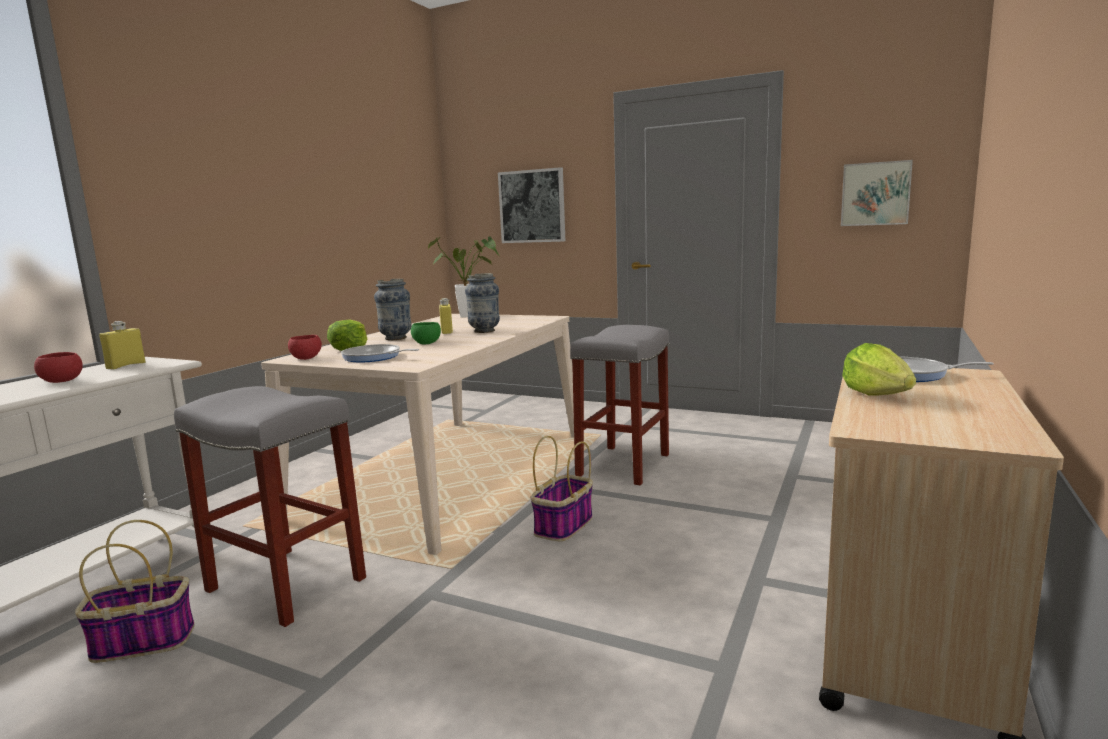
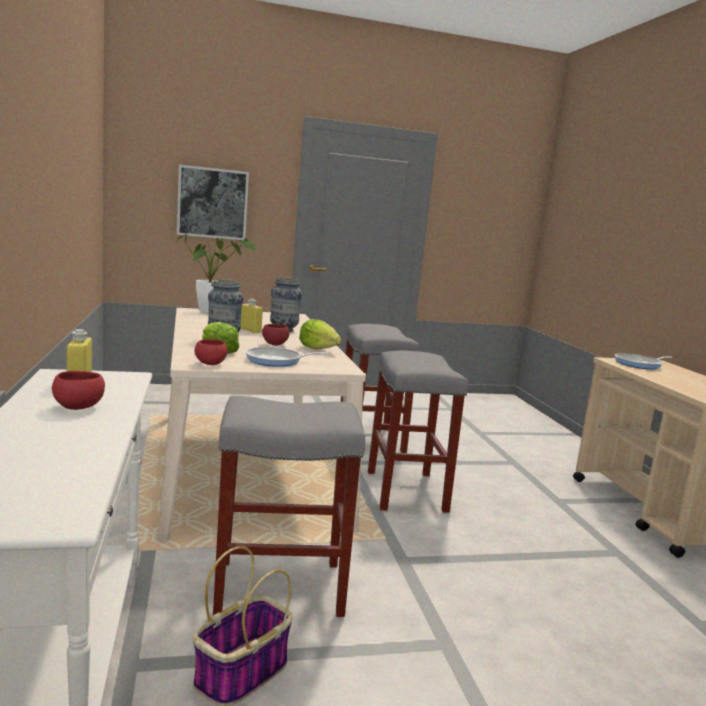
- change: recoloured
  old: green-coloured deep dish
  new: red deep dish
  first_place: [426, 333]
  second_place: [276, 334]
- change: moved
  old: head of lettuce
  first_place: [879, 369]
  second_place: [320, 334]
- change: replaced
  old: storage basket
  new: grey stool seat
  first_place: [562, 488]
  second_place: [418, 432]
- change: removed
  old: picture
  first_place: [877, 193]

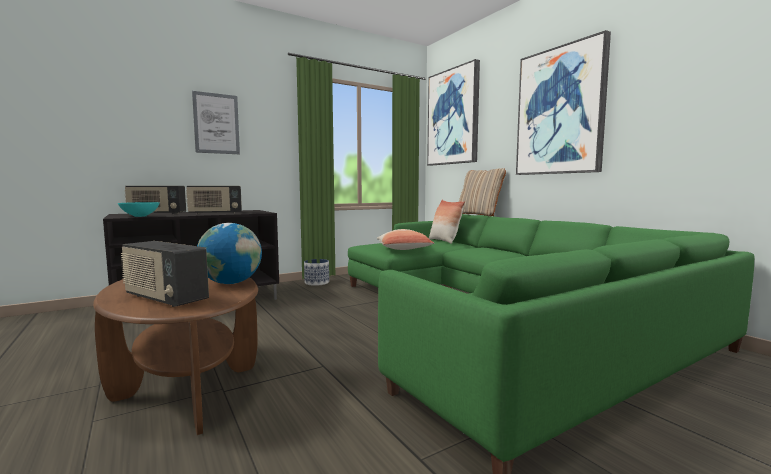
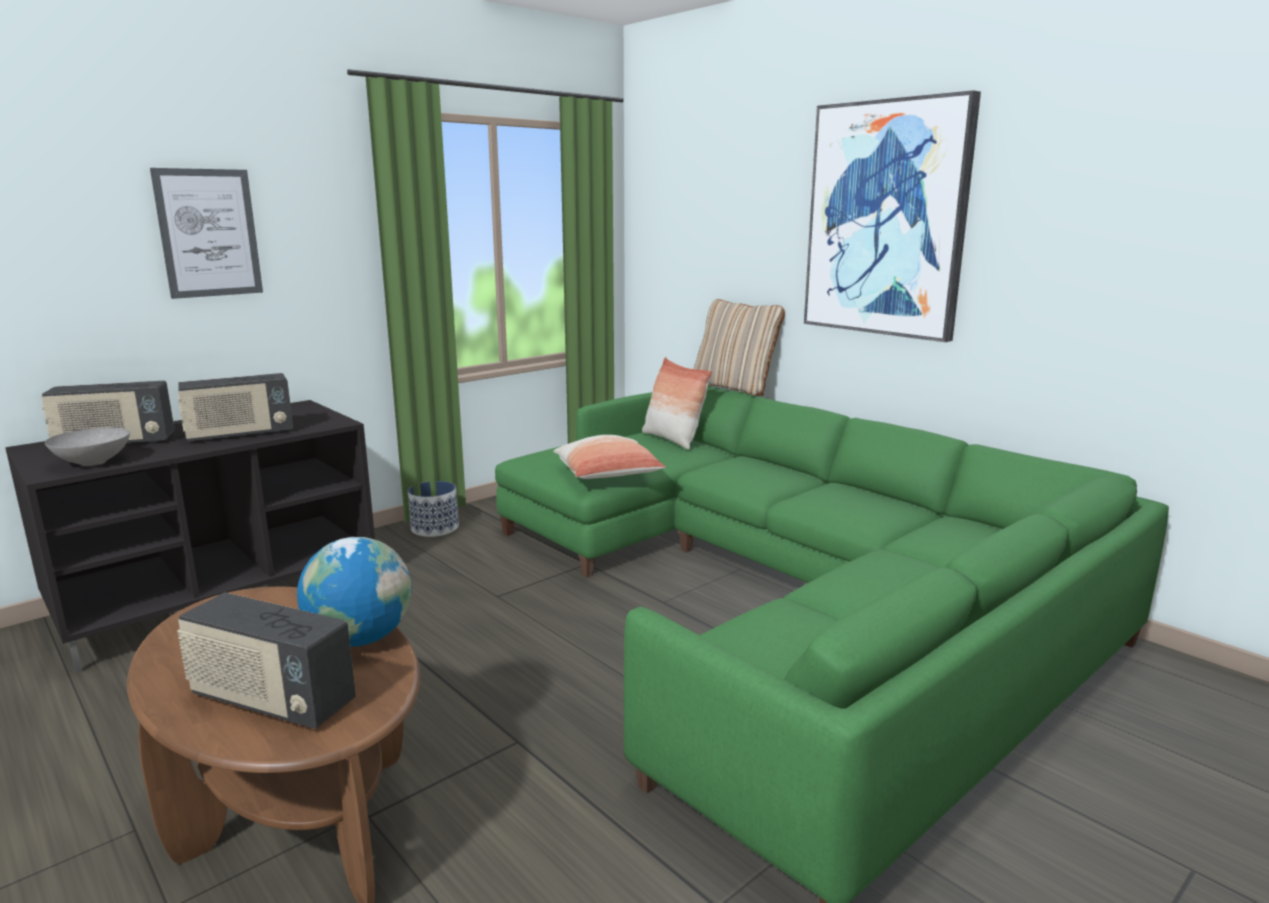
- change: recoloured
  old: turquoise-coloured deep dish
  new: grey deep dish
  first_place: [139, 209]
  second_place: [87, 446]
- change: removed
  old: picture
  first_place: [453, 112]

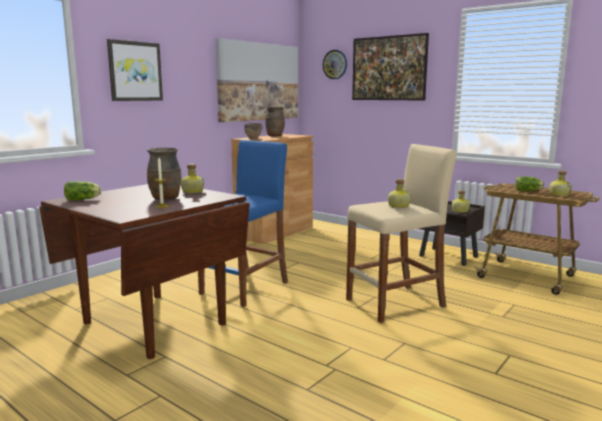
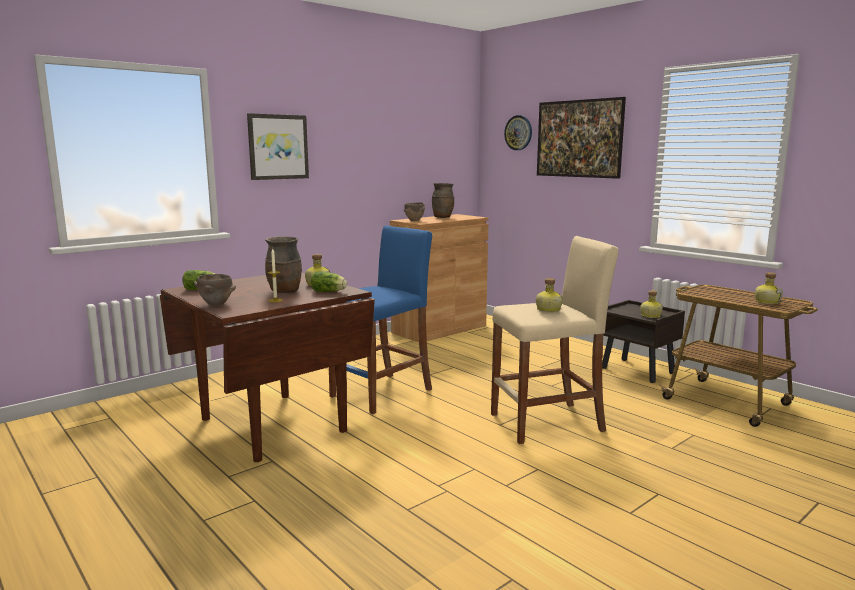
- change: added
  new: brown deep dish
  second_place: [215, 290]
- change: moved
  old: head of lettuce
  first_place: [529, 183]
  second_place: [329, 281]
- change: removed
  old: picture
  first_place: [257, 80]

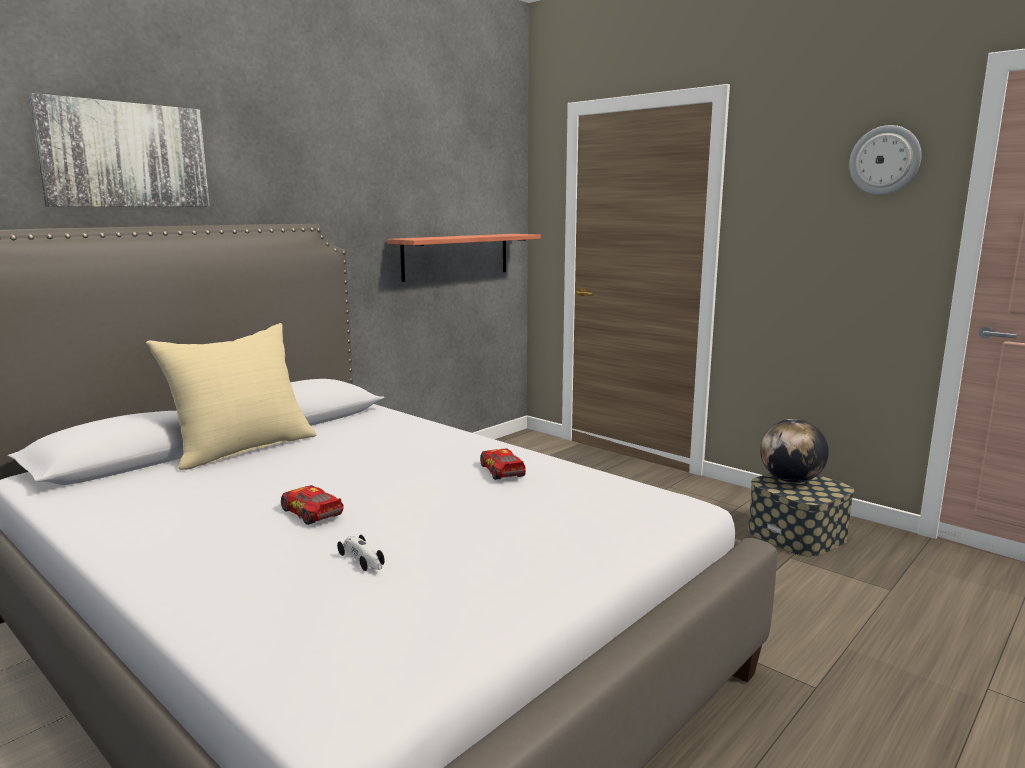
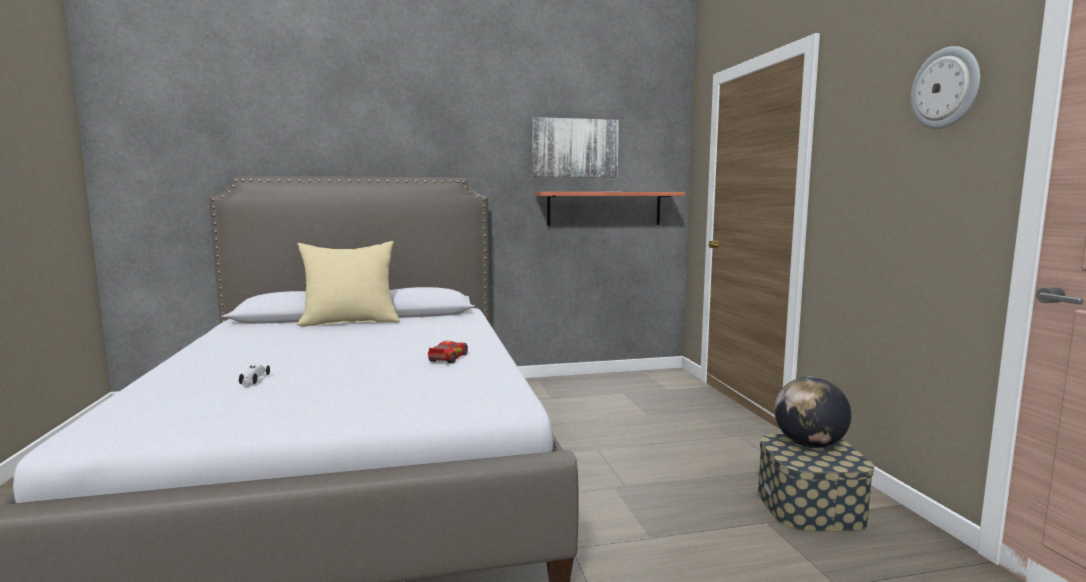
- change: moved
  old: picture
  first_place: [119, 150]
  second_place: [575, 147]
- change: removed
  old: model car
  first_place: [312, 505]

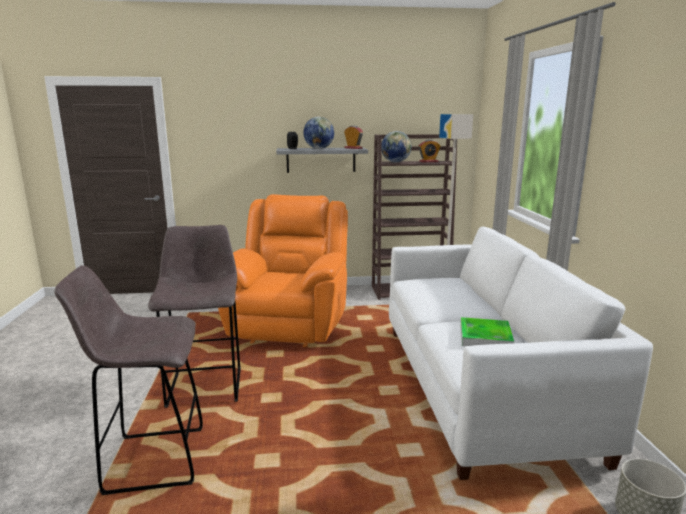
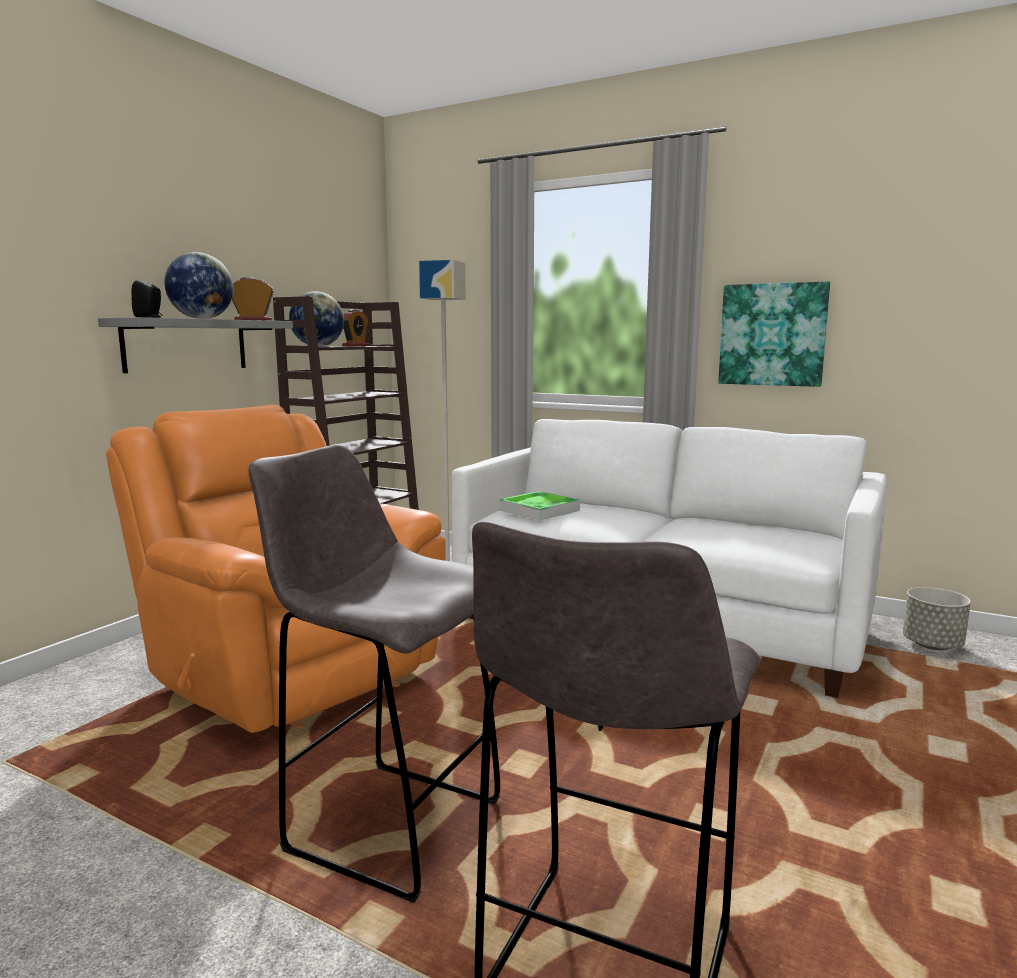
- change: moved
  old: carrying tray
  first_place: [487, 331]
  second_place: [539, 505]
- change: added
  new: picture
  second_place: [774, 334]

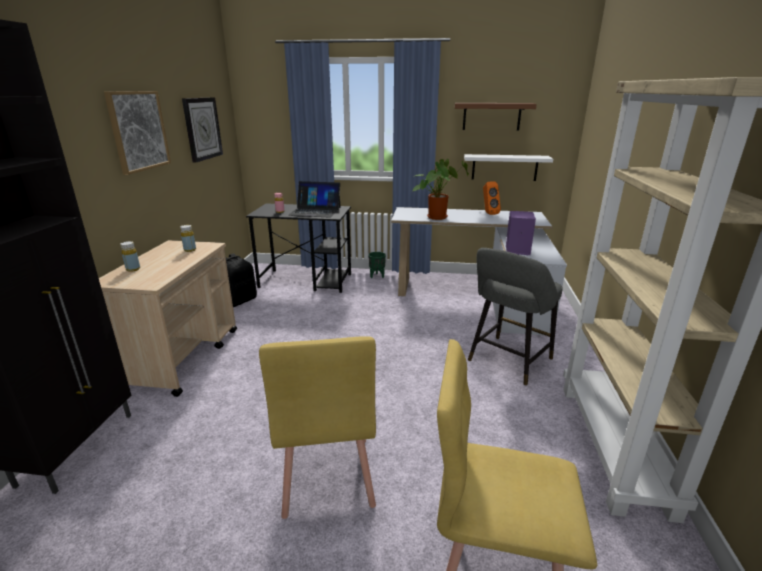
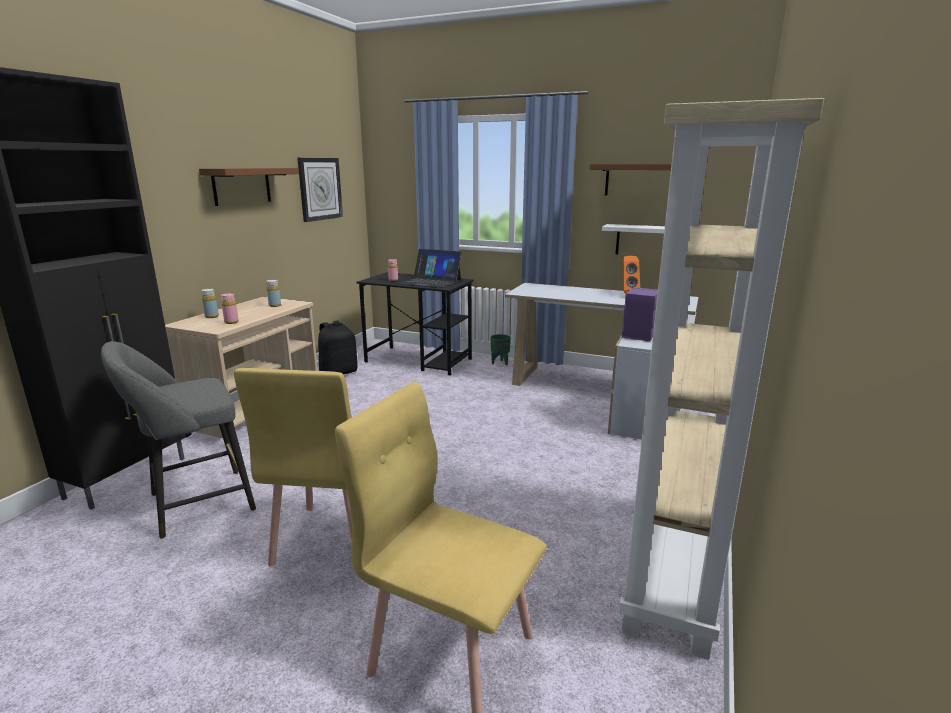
- change: moved
  old: grey stool seat
  first_place: [515, 317]
  second_place: [178, 440]
- change: replaced
  old: picture
  new: brown shelf
  first_place: [137, 133]
  second_place: [249, 187]
- change: added
  new: pinkish beverage bottle
  second_place: [230, 308]
- change: removed
  old: plant in a pot
  first_place: [441, 189]

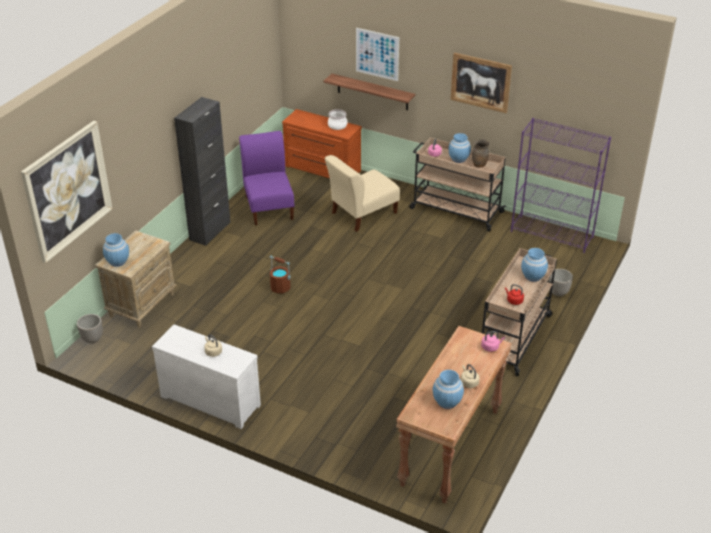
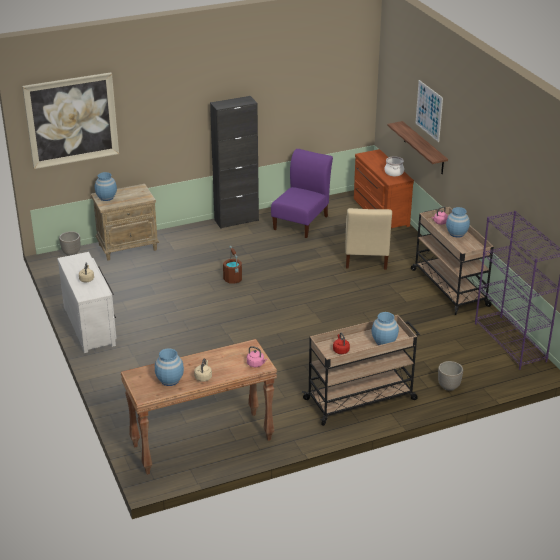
- change: turned
  old: sand-coloured plain chair
  first_place: [362, 193]
  second_place: [368, 239]
  degrees: -90
- change: removed
  old: picture
  first_place: [481, 83]
- change: removed
  old: brown decorative vase
  first_place: [481, 154]

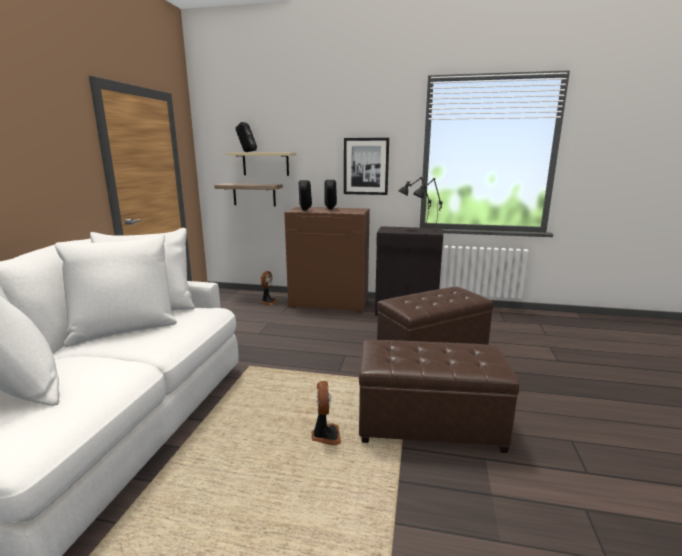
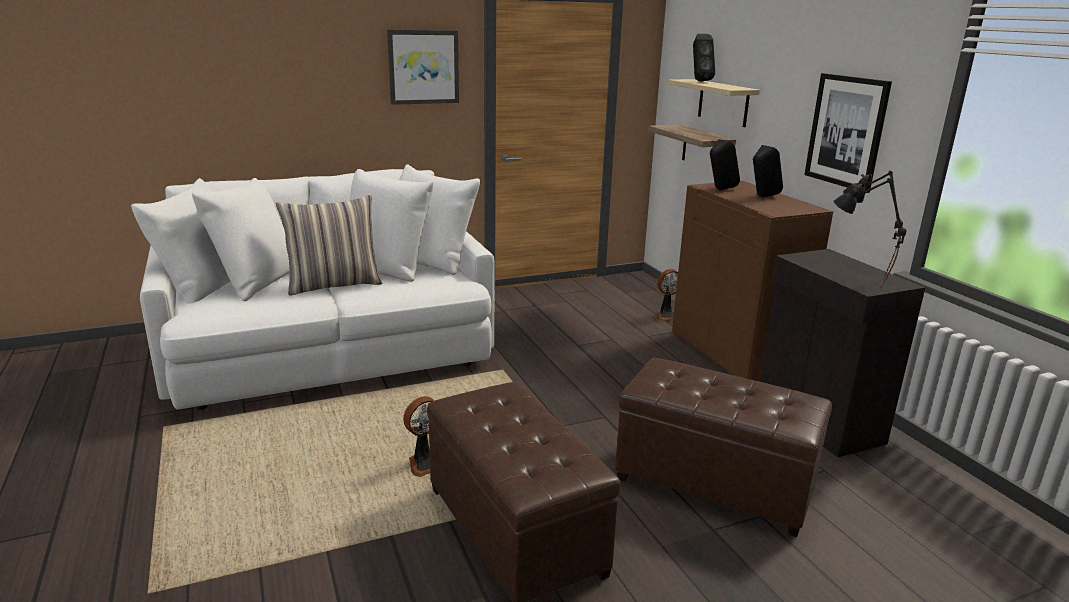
- change: added
  new: throw pillow
  second_place: [329, 245]
- change: added
  new: picture
  second_place: [423, 67]

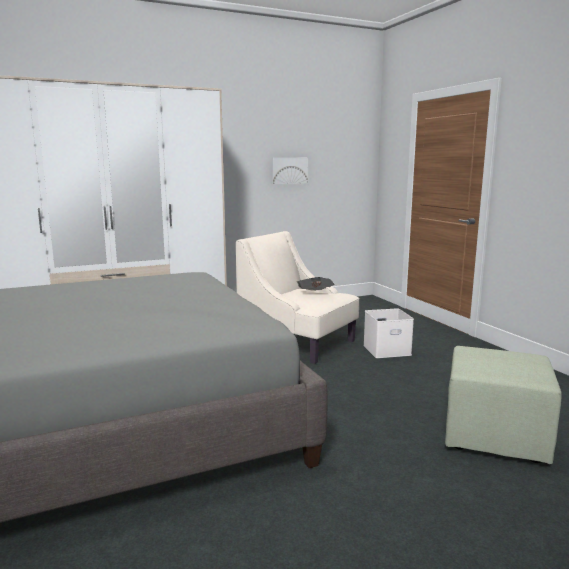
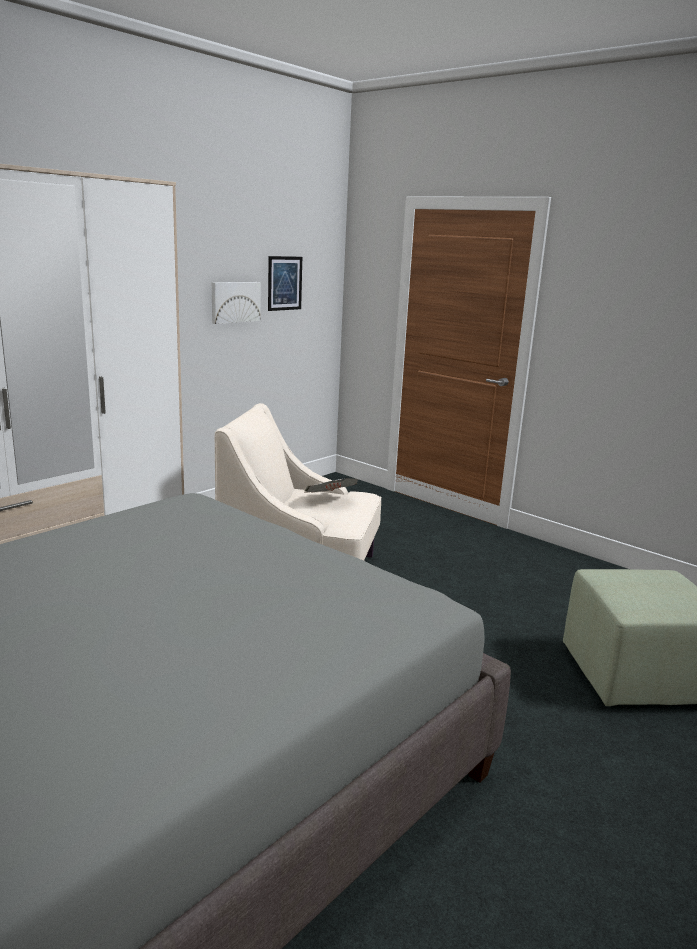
- change: added
  new: picture
  second_place: [285, 283]
- change: removed
  old: white storage container
  first_place: [388, 333]

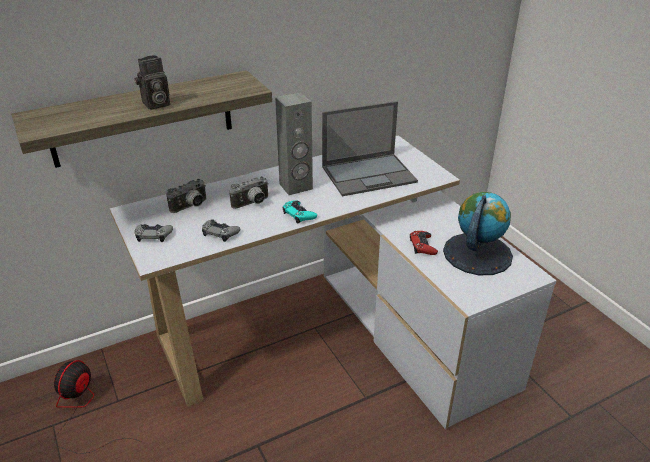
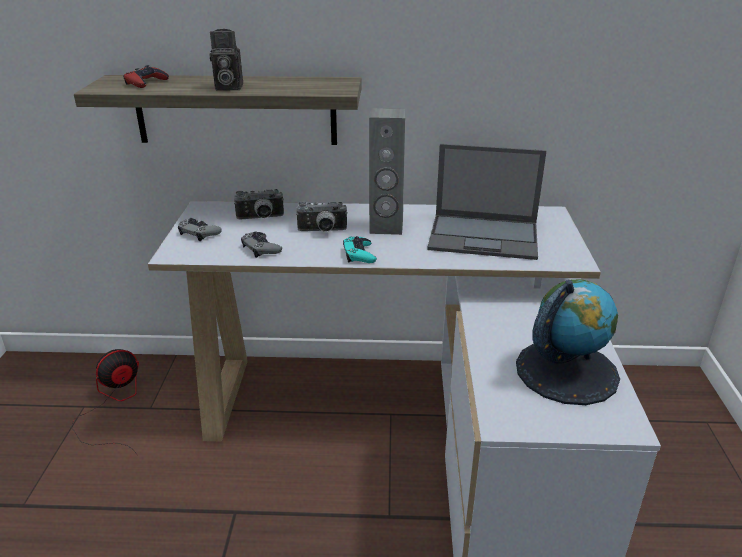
- change: moved
  old: red joypad
  first_place: [424, 243]
  second_place: [146, 76]

